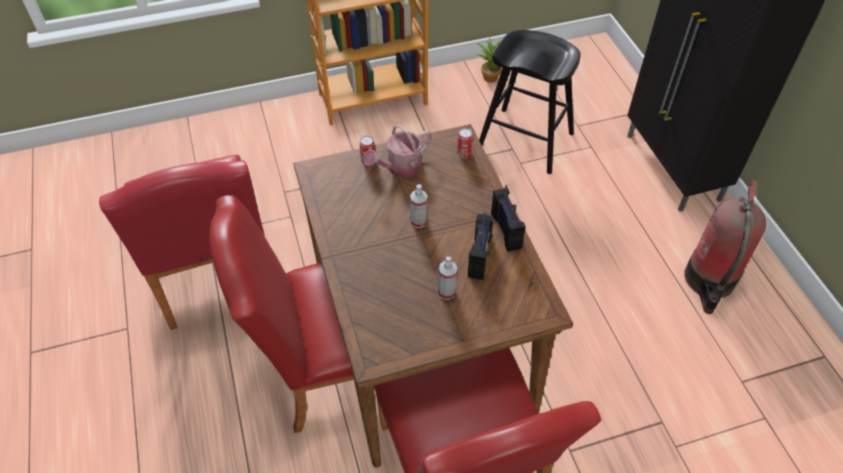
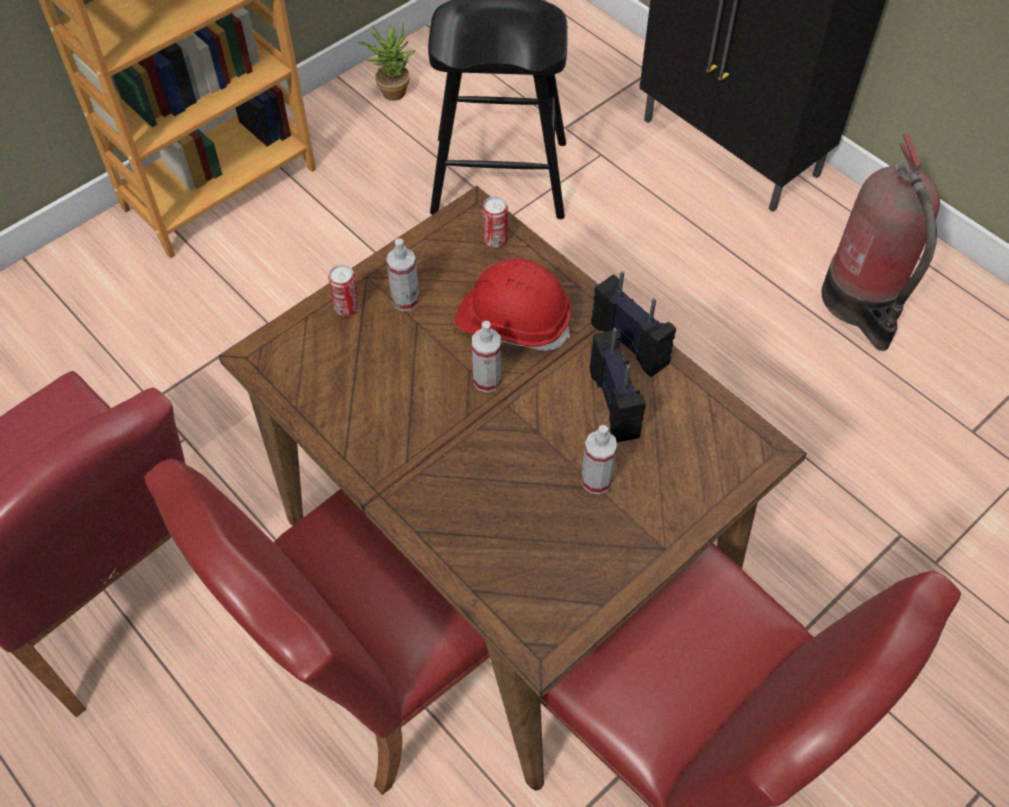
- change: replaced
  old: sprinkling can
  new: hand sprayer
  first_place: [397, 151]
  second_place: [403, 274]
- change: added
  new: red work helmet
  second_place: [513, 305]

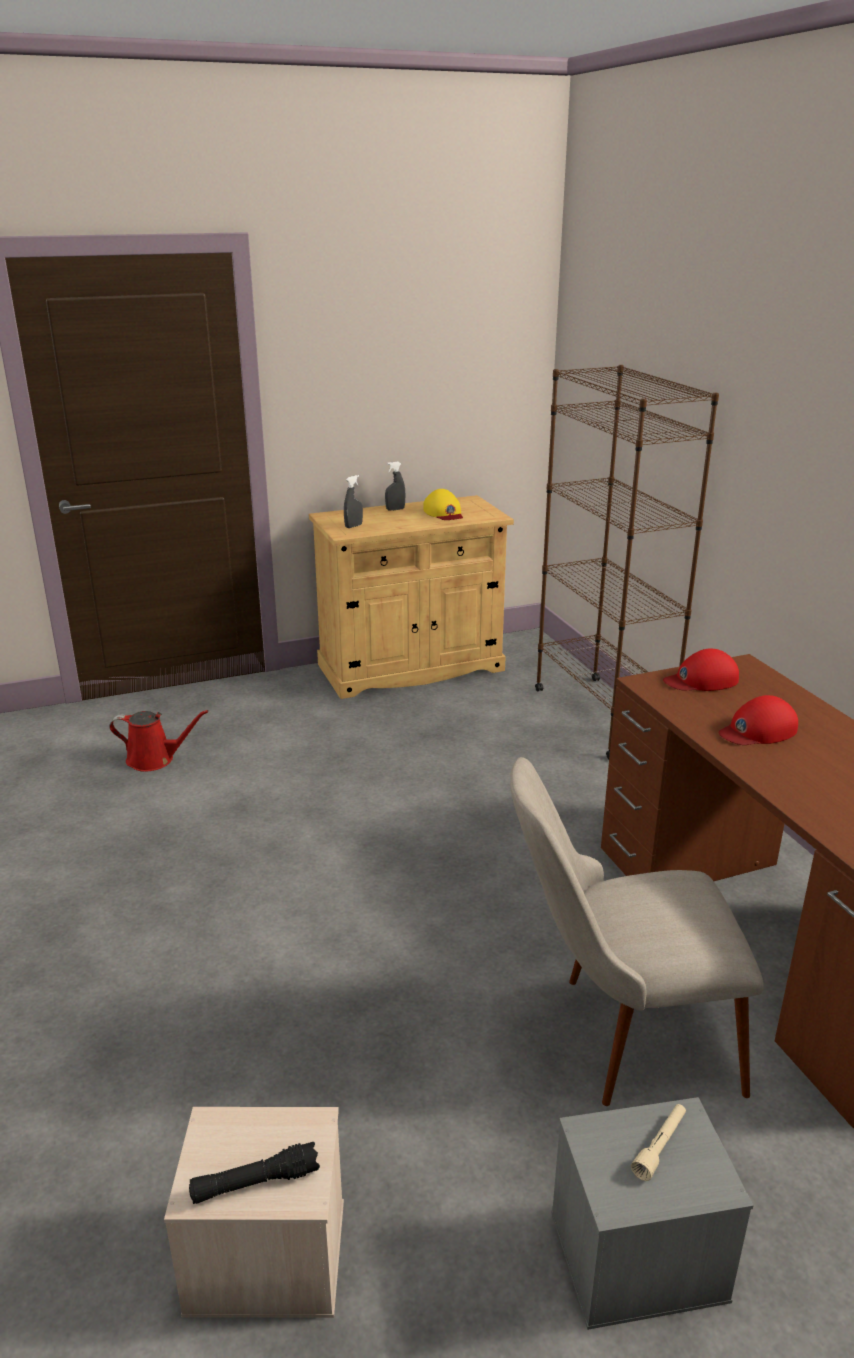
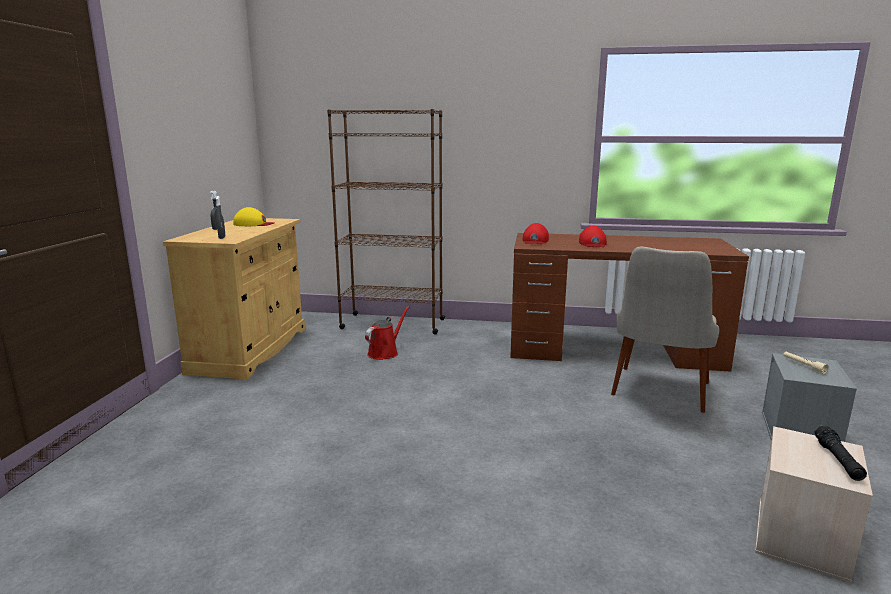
- change: moved
  old: red sprinkling can
  first_place: [159, 741]
  second_place: [387, 333]

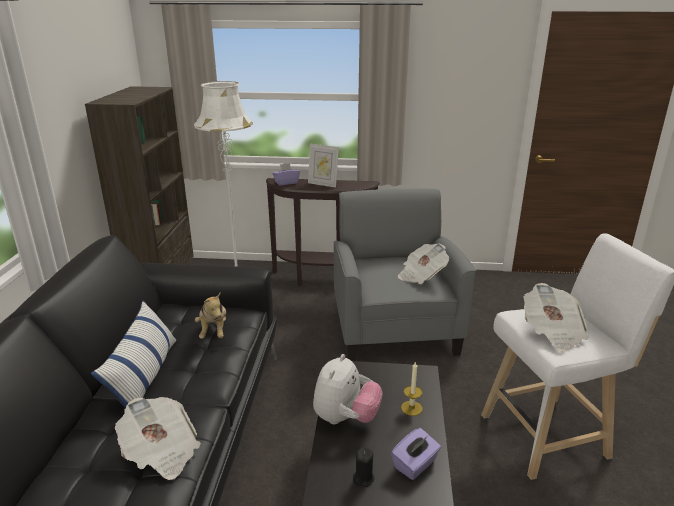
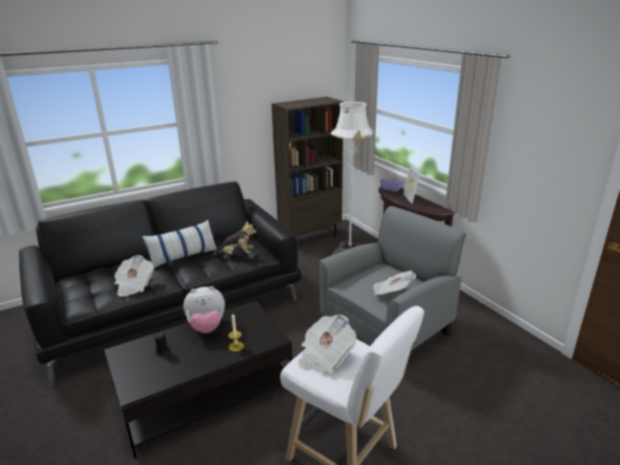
- change: turned
  old: soft toy
  first_place: [210, 316]
  second_place: [234, 238]
  degrees: -135
- change: removed
  old: purplish box of tissues
  first_place: [416, 454]

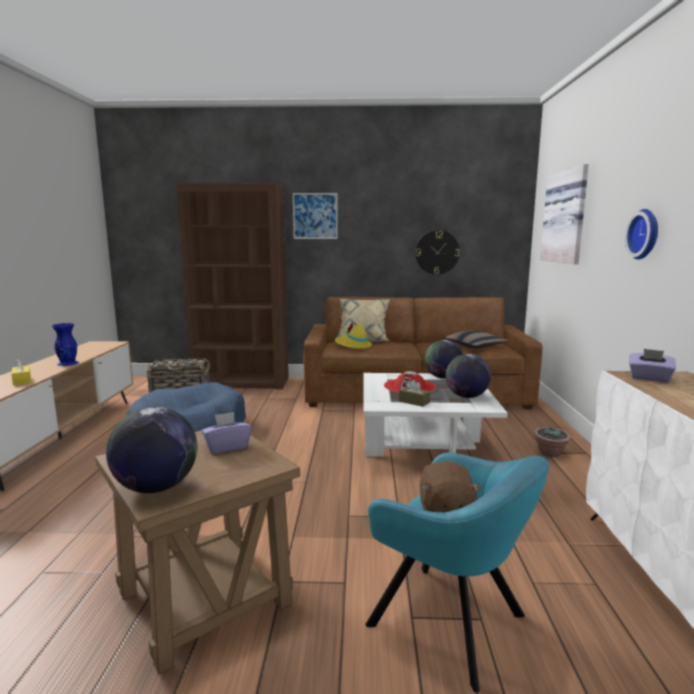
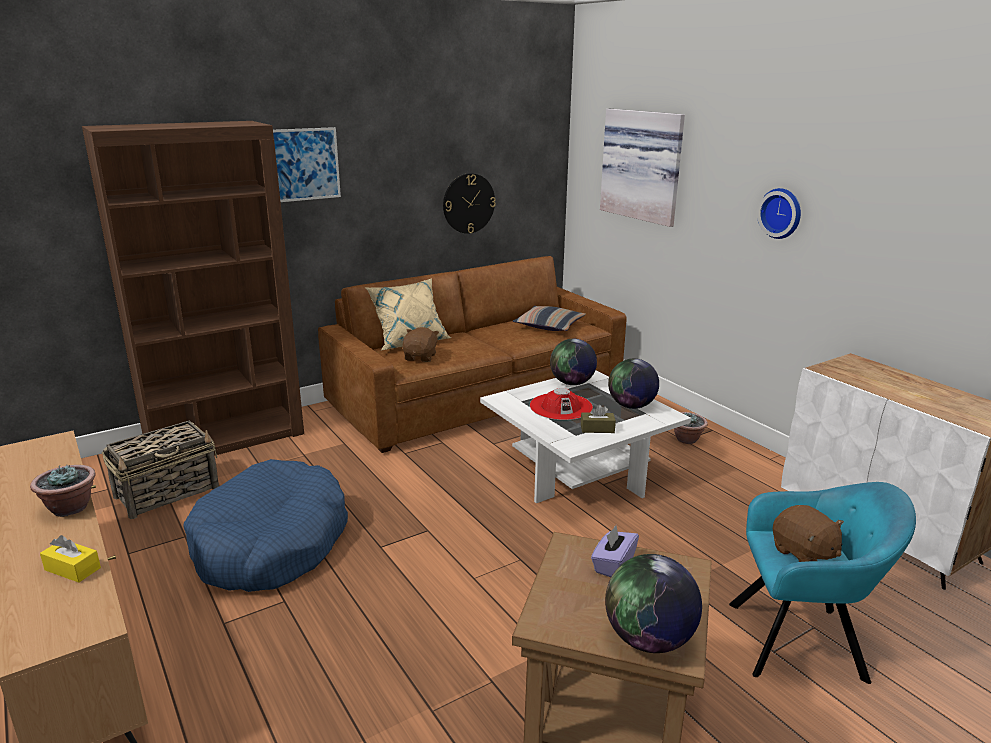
- change: replaced
  old: blue-coloured decorative vase
  new: plant in a pot
  first_place: [65, 344]
  second_place: [63, 490]
- change: replaced
  old: yellow hat
  new: brown soft toy
  first_place: [353, 336]
  second_place: [420, 344]
- change: removed
  old: purplish box of tissues
  first_place: [652, 366]

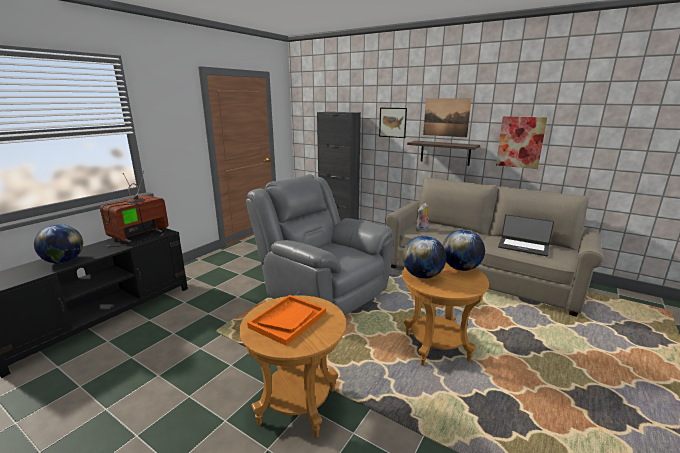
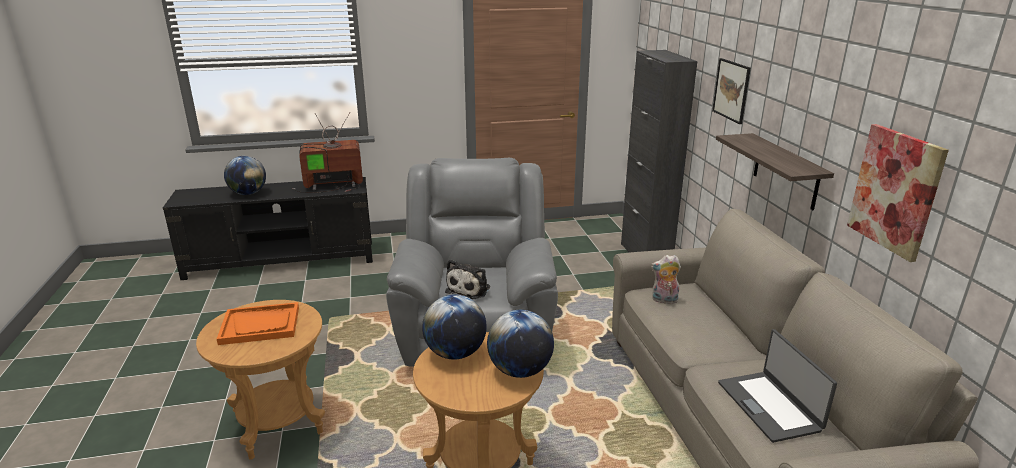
- change: added
  new: soft toy
  second_place: [467, 279]
- change: removed
  old: picture
  first_place: [447, 117]

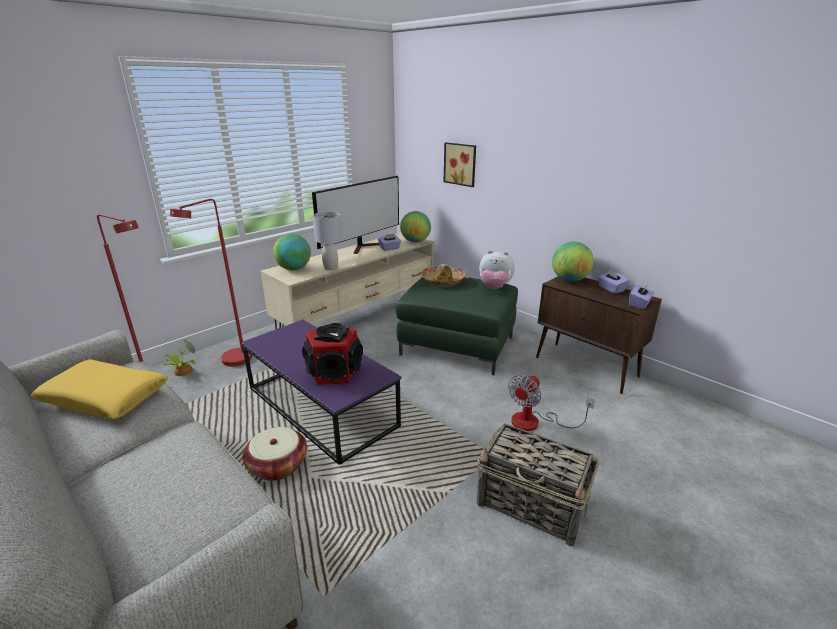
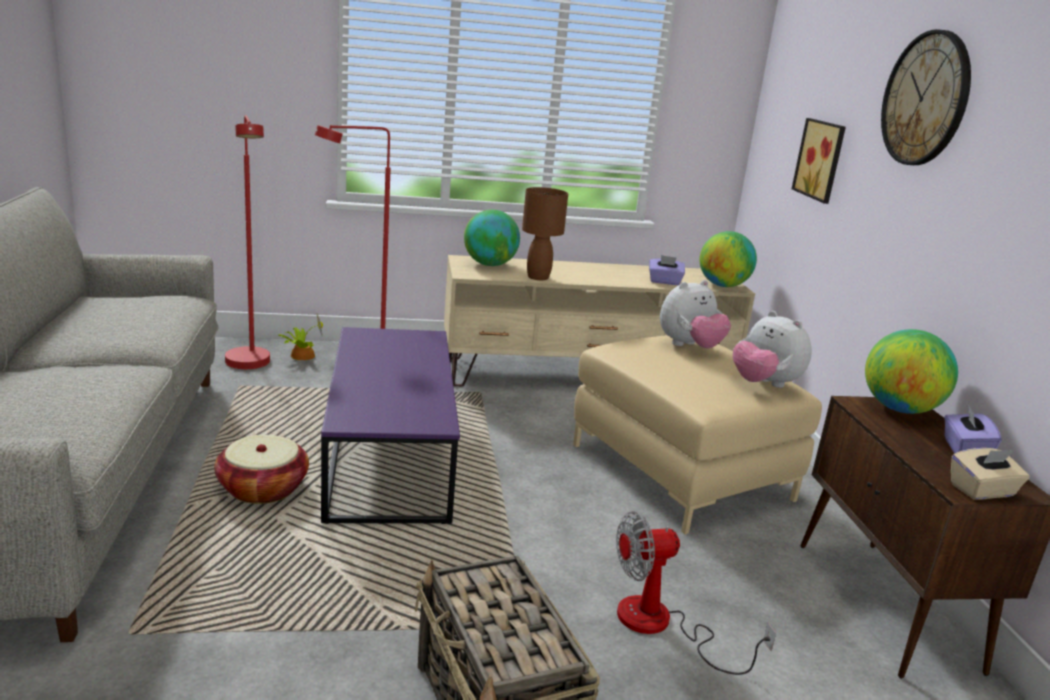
- change: recoloured
  old: grey tabletop lamp
  new: brown tabletop lamp
  first_place: [327, 241]
  second_place: [545, 233]
- change: recoloured
  old: green-coloured ottoman
  new: sand-coloured ottoman
  first_place: [457, 326]
  second_place: [697, 434]
- change: replaced
  old: hat
  new: soft toy
  first_place: [444, 275]
  second_place: [695, 314]
- change: added
  new: clock on the wall
  second_place: [926, 97]
- change: recoloured
  old: purplish box of tissues
  new: sand-coloured box of tissues
  first_place: [641, 296]
  second_place: [990, 474]
- change: removed
  old: yellow throw pillow
  first_place: [99, 389]
- change: removed
  old: audio speaker
  first_place: [332, 354]
- change: removed
  old: TV
  first_place: [355, 215]

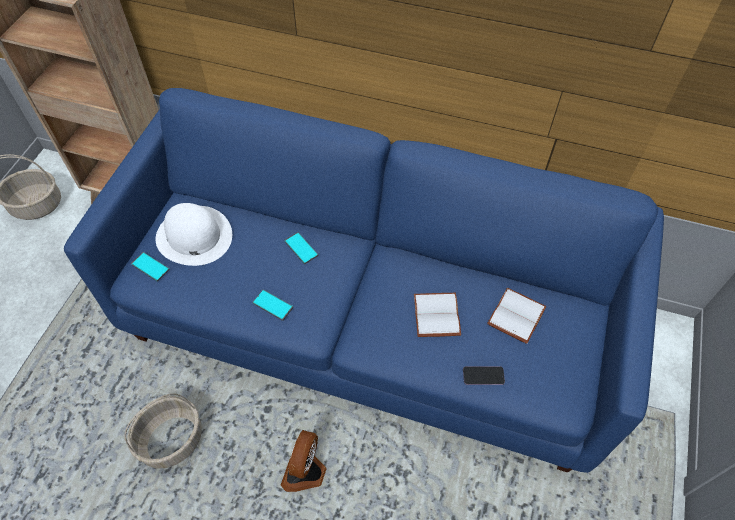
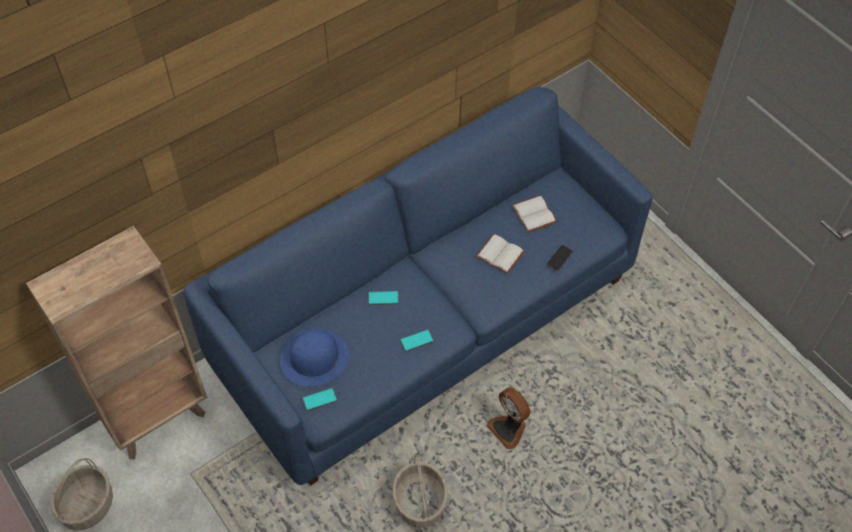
- change: recoloured
  old: white hat
  new: blue-coloured hat
  first_place: [194, 234]
  second_place: [315, 357]

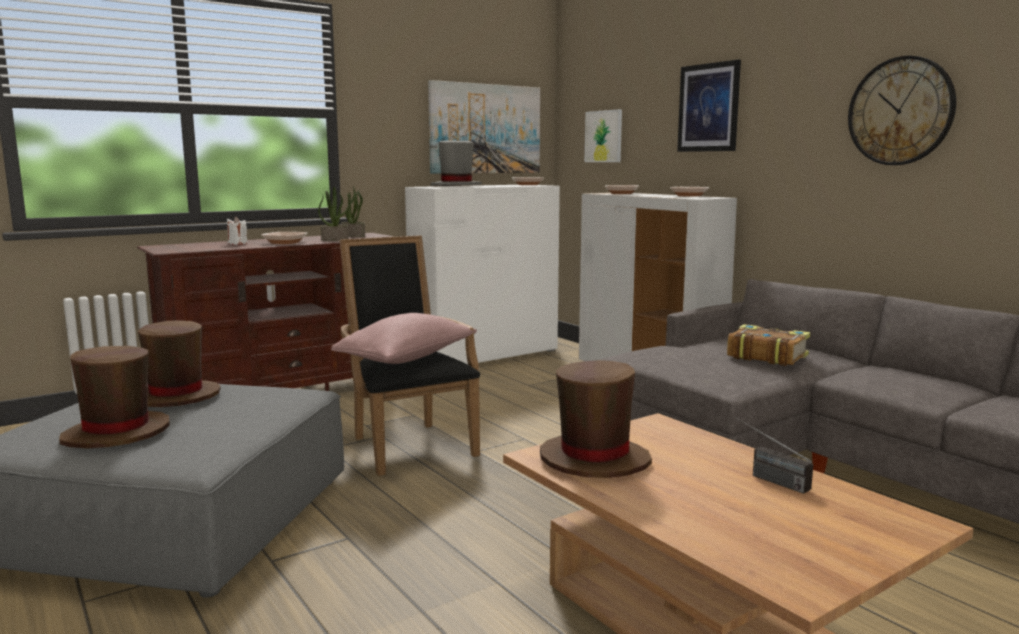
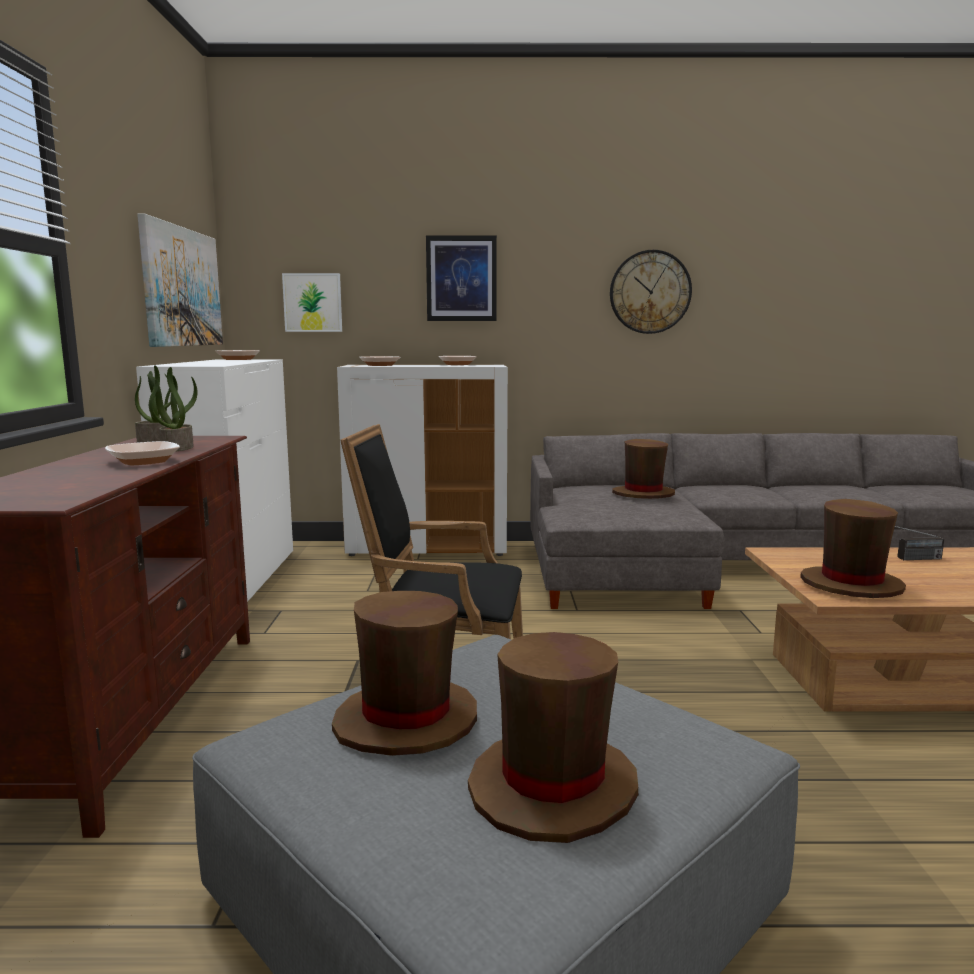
- change: replaced
  old: book
  new: brown hat
  first_place: [768, 345]
  second_place: [643, 469]
- change: removed
  old: white wax candle
  first_place: [237, 230]
- change: removed
  old: pinkish throw pillow
  first_place: [404, 338]
- change: removed
  old: grey hat
  first_place: [456, 163]

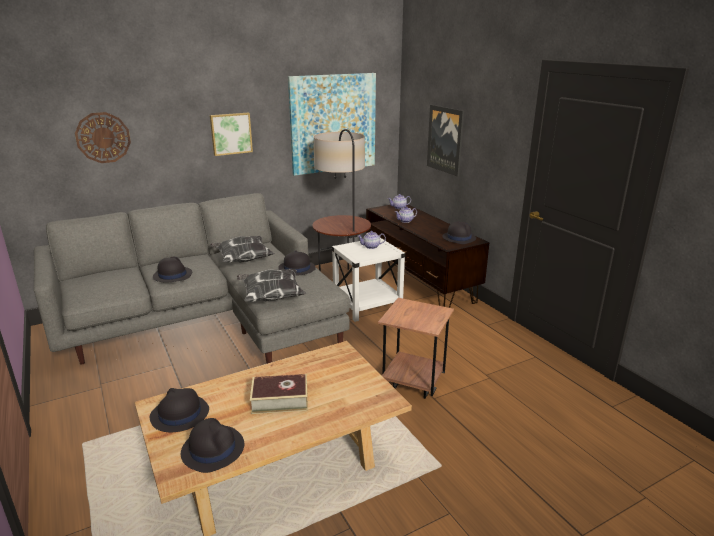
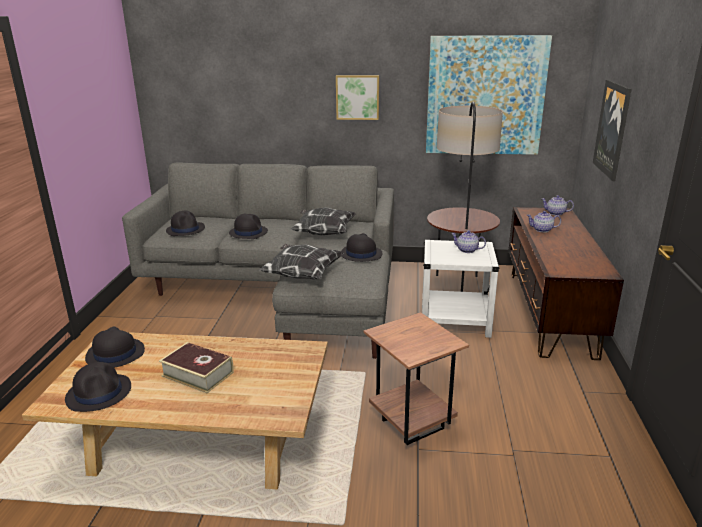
- change: moved
  old: black hat
  first_place: [459, 232]
  second_place: [185, 223]
- change: removed
  old: clock on the wall
  first_place: [103, 137]

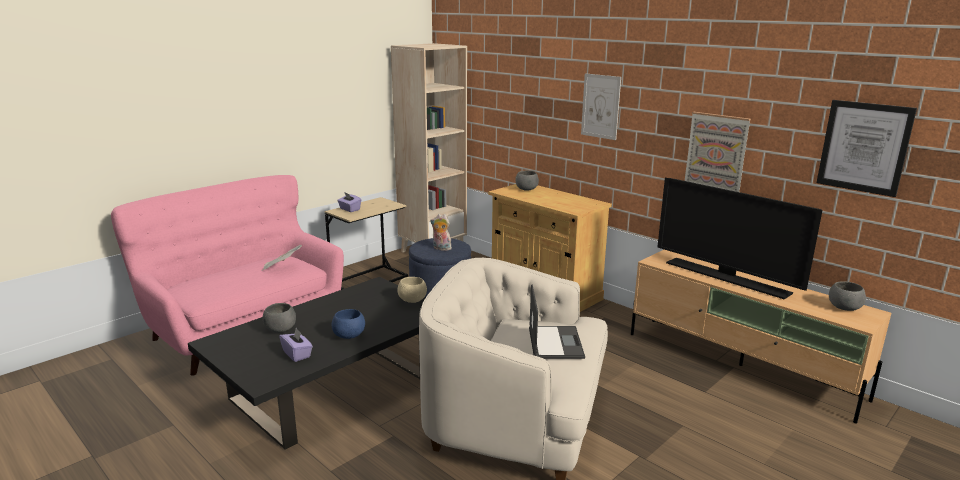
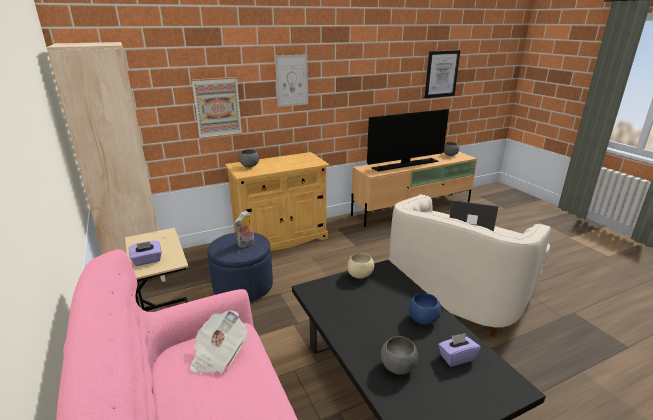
- change: moved
  old: picture
  first_place: [718, 152]
  second_place: [217, 108]

